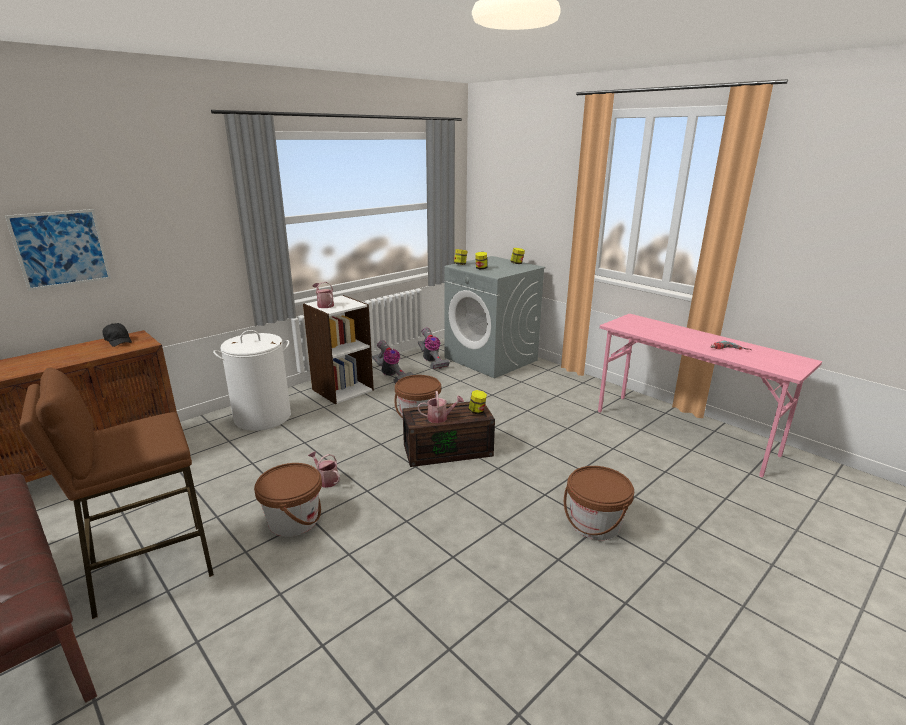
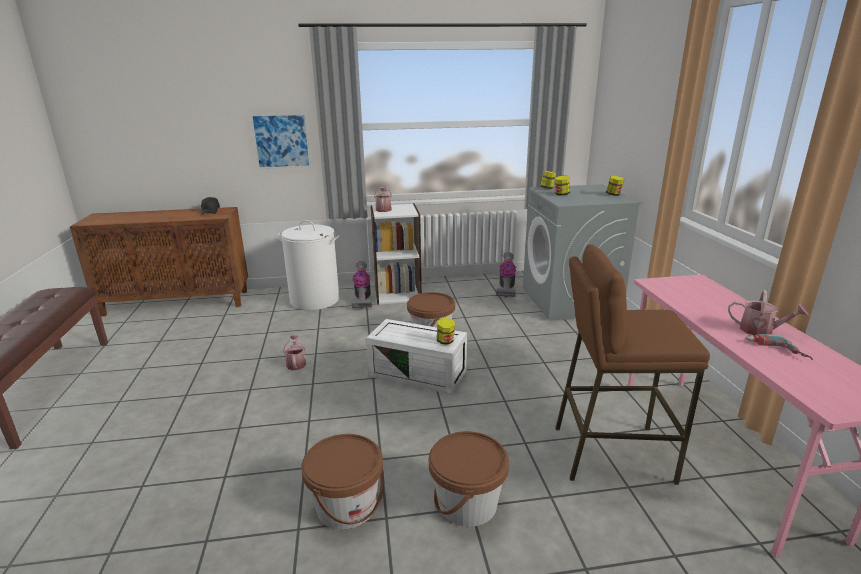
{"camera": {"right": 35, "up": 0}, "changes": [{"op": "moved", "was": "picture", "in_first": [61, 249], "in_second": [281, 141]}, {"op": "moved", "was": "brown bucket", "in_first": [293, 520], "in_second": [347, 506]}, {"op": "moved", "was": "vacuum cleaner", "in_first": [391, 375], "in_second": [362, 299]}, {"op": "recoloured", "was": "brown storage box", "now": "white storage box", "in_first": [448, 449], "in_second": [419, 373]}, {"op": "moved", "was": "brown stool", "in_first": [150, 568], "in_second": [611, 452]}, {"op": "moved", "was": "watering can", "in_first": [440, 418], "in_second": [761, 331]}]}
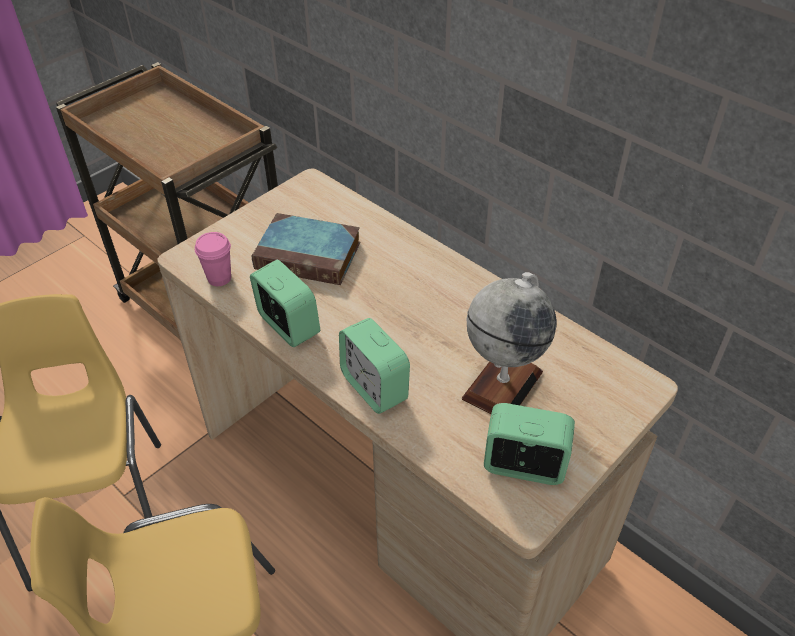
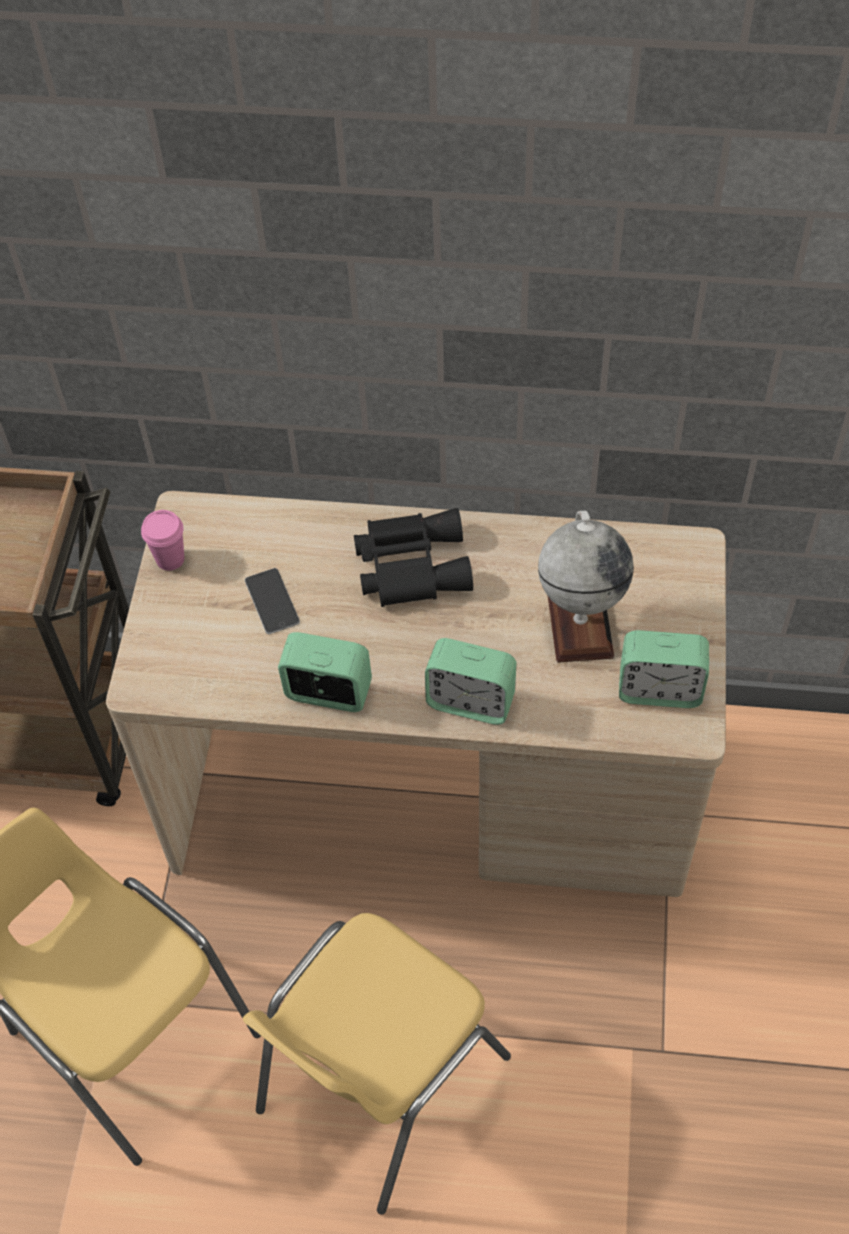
{"camera": {"right": -35, "up": 10}, "changes": [{"op": "moved", "was": "pink cup", "in_first": [219, 278], "in_second": [170, 559]}, {"op": "replaced", "was": "book", "now": "phone", "in_first": [310, 255], "in_second": [272, 601]}, {"op": "added", "now": "black binoculars", "in_second": [410, 564]}, {"op": "turned", "was": "alarm clock", "in_first": [524, 466], "in_second": [659, 689], "clockwise": -150}]}
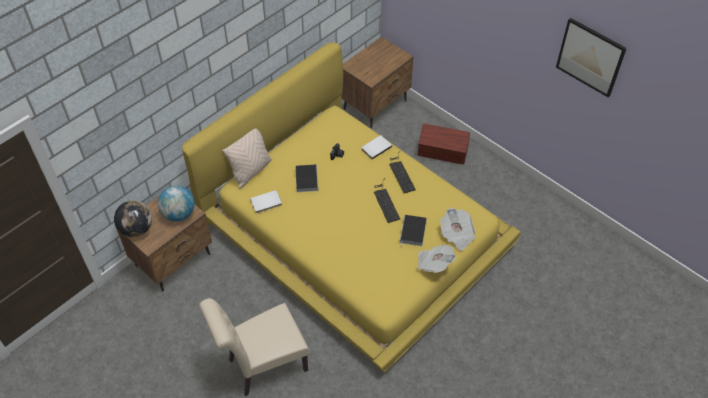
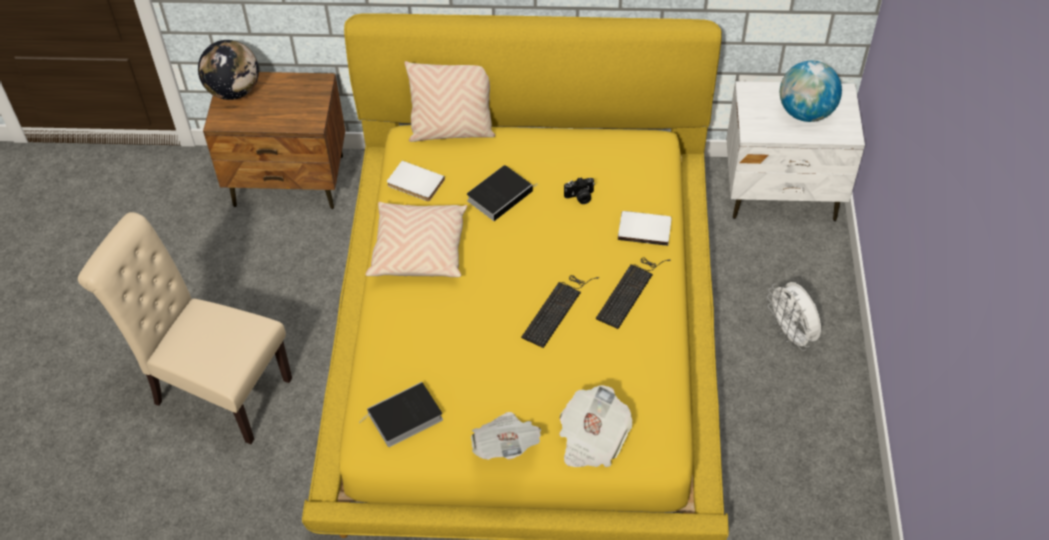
{"camera": {"right": 50, "up": 0}, "changes": [{"op": "moved", "was": "book", "in_first": [413, 233], "in_second": [404, 418]}, {"op": "added", "now": "beige pillow", "in_second": [419, 250]}, {"op": "recoloured", "was": "brown nightstand", "now": "white nightstand", "in_first": [375, 104], "in_second": [782, 193]}, {"op": "replaced", "was": "brown storage box", "now": "white fan", "in_first": [443, 153], "in_second": [791, 334]}, {"op": "moved", "was": "globe", "in_first": [179, 214], "in_second": [805, 112]}, {"op": "removed", "was": "picture", "in_first": [590, 57]}]}
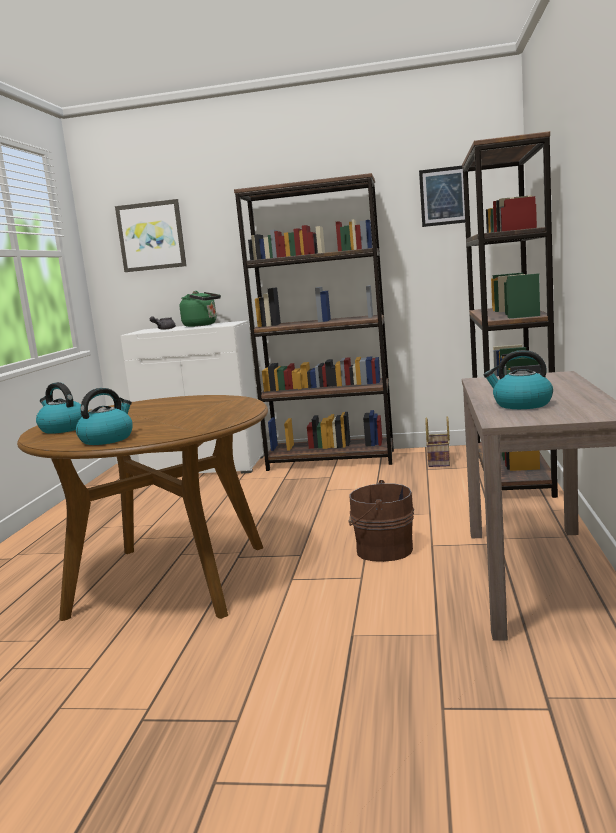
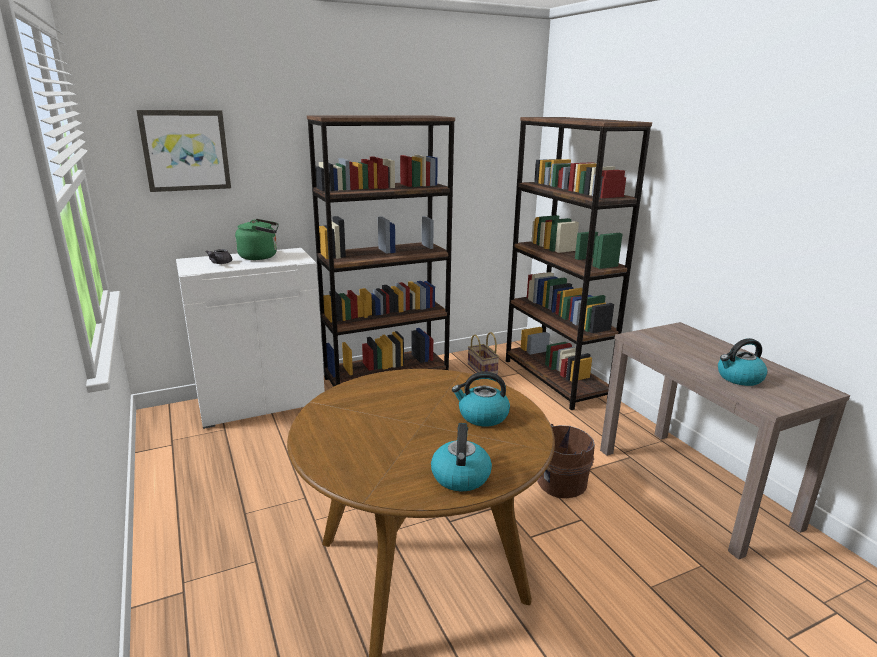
{"camera": {"right": -35, "up": 10}, "changes": [{"op": "moved", "was": "kettle", "in_first": [63, 429], "in_second": [482, 416]}, {"op": "removed", "was": "picture", "in_first": [444, 196]}]}
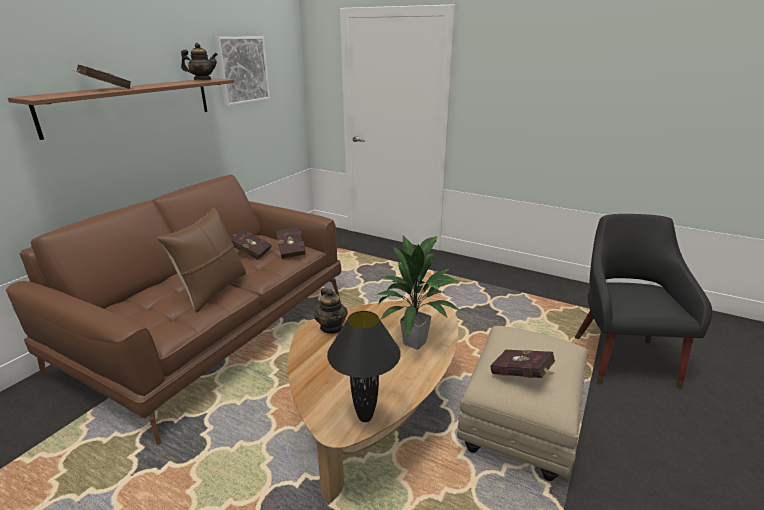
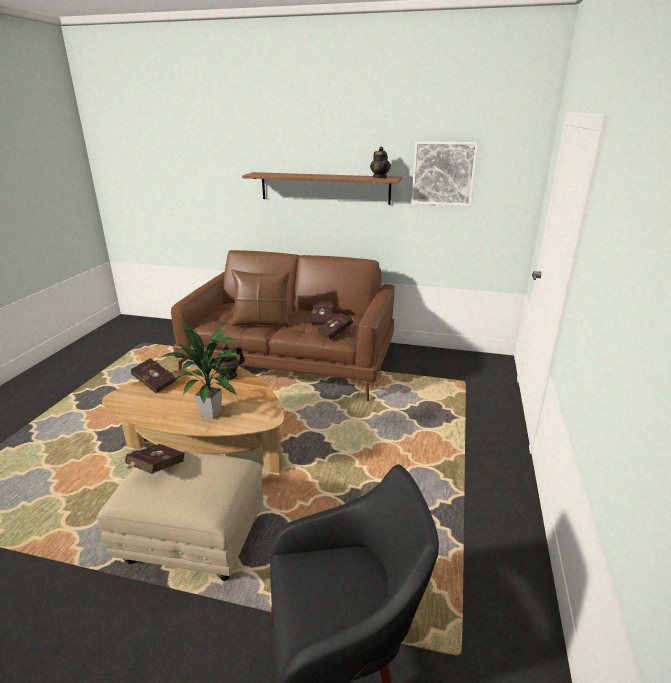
{"camera": {"right": 75, "up": 0}, "changes": [{"op": "moved", "was": "red book", "in_first": [104, 89], "in_second": [154, 383]}, {"op": "removed", "was": "black table lamp", "in_first": [365, 417]}]}
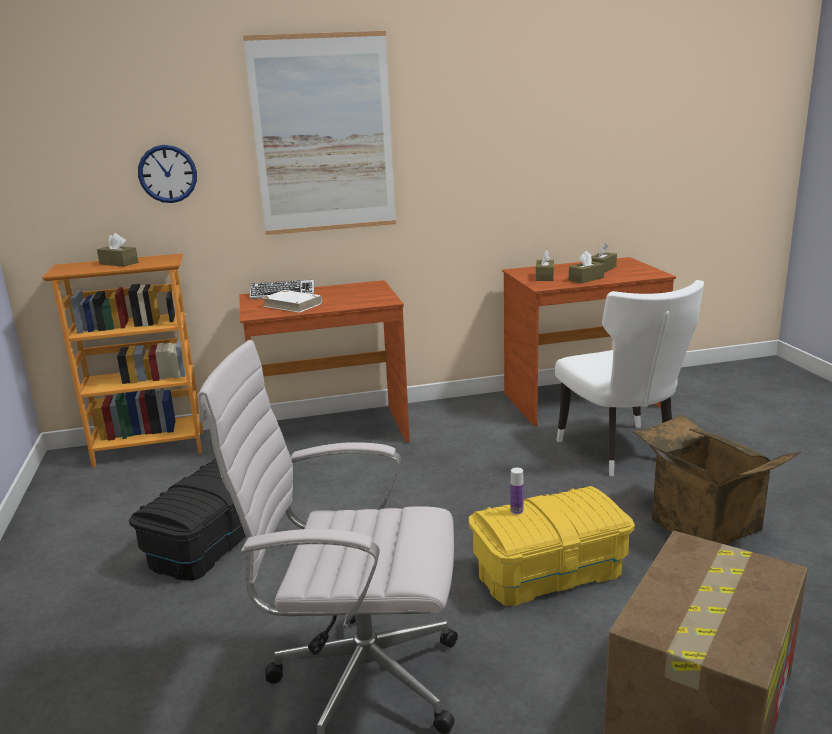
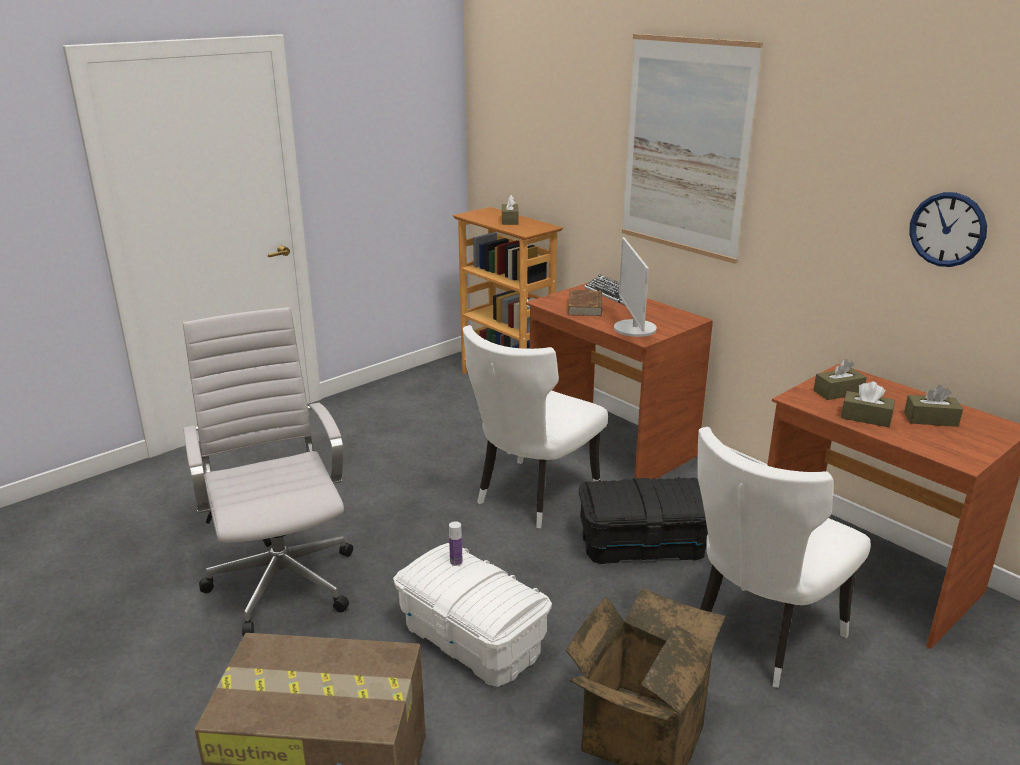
{"camera": {"right": 60, "up": 5}, "changes": [{"op": "recoloured", "was": "yellow storage box", "now": "white storage box", "in_first": [549, 572], "in_second": [472, 638]}, {"op": "added", "now": "white chair", "in_second": [531, 496]}, {"op": "recoloured", "was": "white book", "now": "brown book", "in_first": [292, 305], "in_second": [585, 307]}, {"op": "moved", "was": "black storage box", "in_first": [210, 541], "in_second": [643, 543]}, {"op": "added", "now": "monitor", "in_second": [634, 329]}, {"op": "moved", "was": "wall clock", "in_first": [167, 174], "in_second": [947, 229]}]}
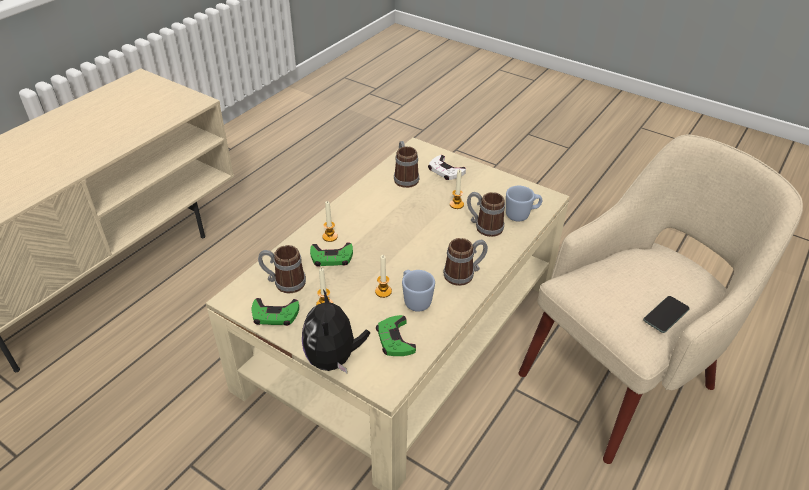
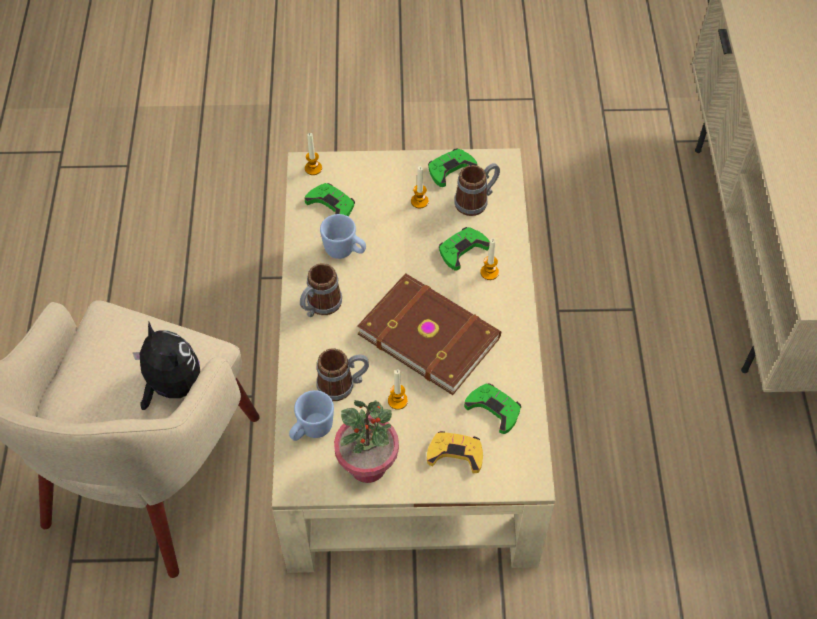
{"camera": {"right": 145, "up": 15}, "changes": [{"op": "moved", "was": "plush toy", "in_first": [334, 359], "in_second": [171, 386]}, {"op": "moved", "was": "candle", "in_first": [383, 291], "in_second": [313, 168]}, {"op": "added", "now": "potted plant", "in_second": [368, 465]}, {"op": "added", "now": "brown book", "in_second": [429, 334]}, {"op": "recoloured", "was": "white game controller", "now": "yellow game controller", "in_first": [445, 171], "in_second": [455, 453]}, {"op": "replaced", "was": "mug", "now": "green game controller", "in_first": [405, 177], "in_second": [494, 409]}, {"op": "removed", "was": "phone", "in_first": [666, 314]}]}
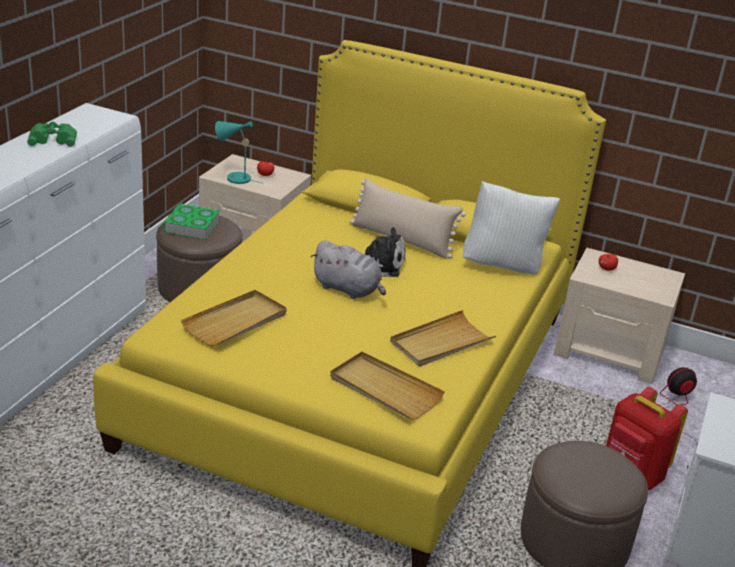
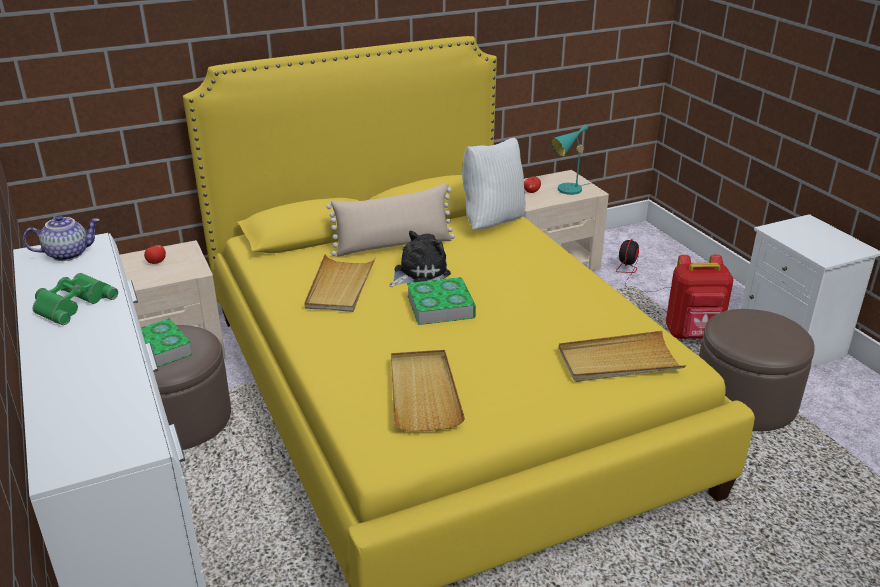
{"camera": {"right": -45, "up": 0}, "changes": [{"op": "added", "now": "teapot", "in_second": [68, 254]}, {"op": "moved", "was": "beige tray", "in_first": [441, 342], "in_second": [340, 286]}, {"op": "replaced", "was": "grey plush toy", "now": "book", "in_first": [348, 289], "in_second": [440, 306]}, {"op": "moved", "was": "turquoise table lamp", "in_first": [234, 178], "in_second": [567, 191]}]}
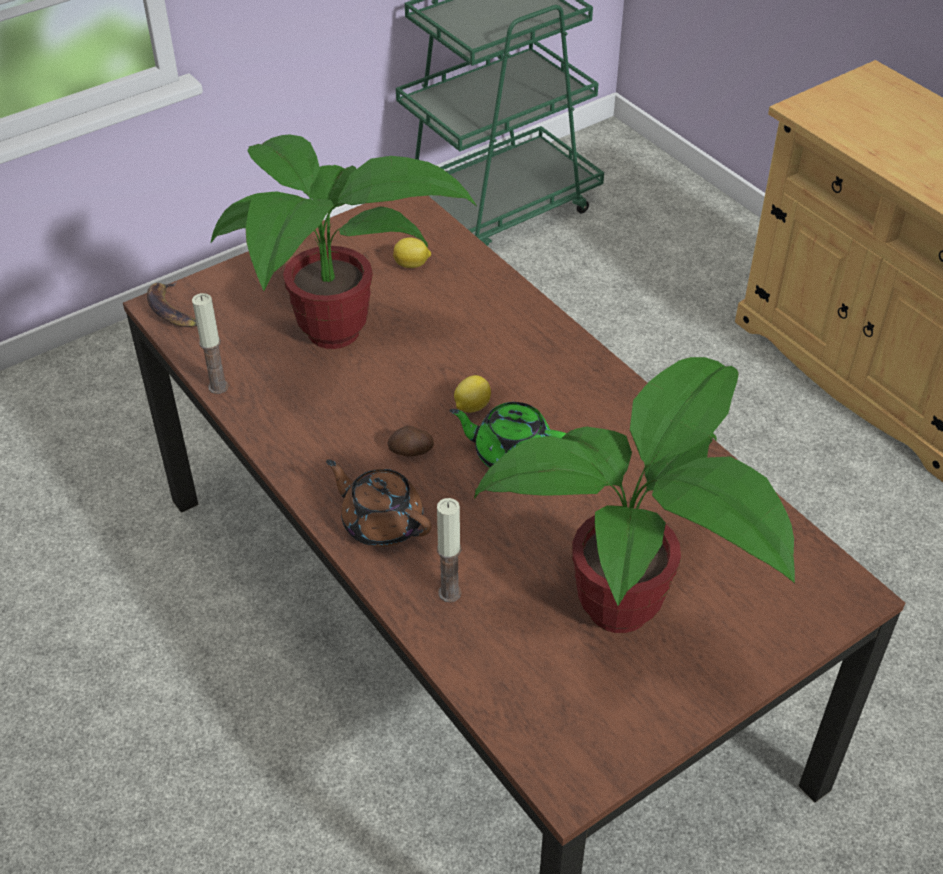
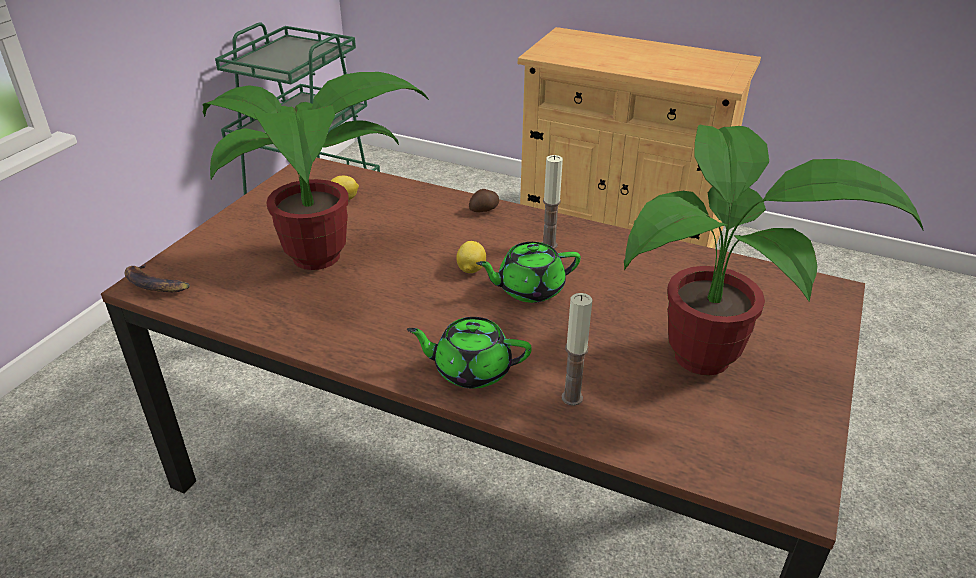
{"camera": {"right": -30, "up": -10}, "changes": [{"op": "recoloured", "was": "brown teapot", "now": "green teapot", "in_first": [381, 522], "in_second": [471, 370]}, {"op": "moved", "was": "potato", "in_first": [411, 451], "in_second": [484, 210]}, {"op": "moved", "was": "candle", "in_first": [218, 387], "in_second": [549, 245]}]}
